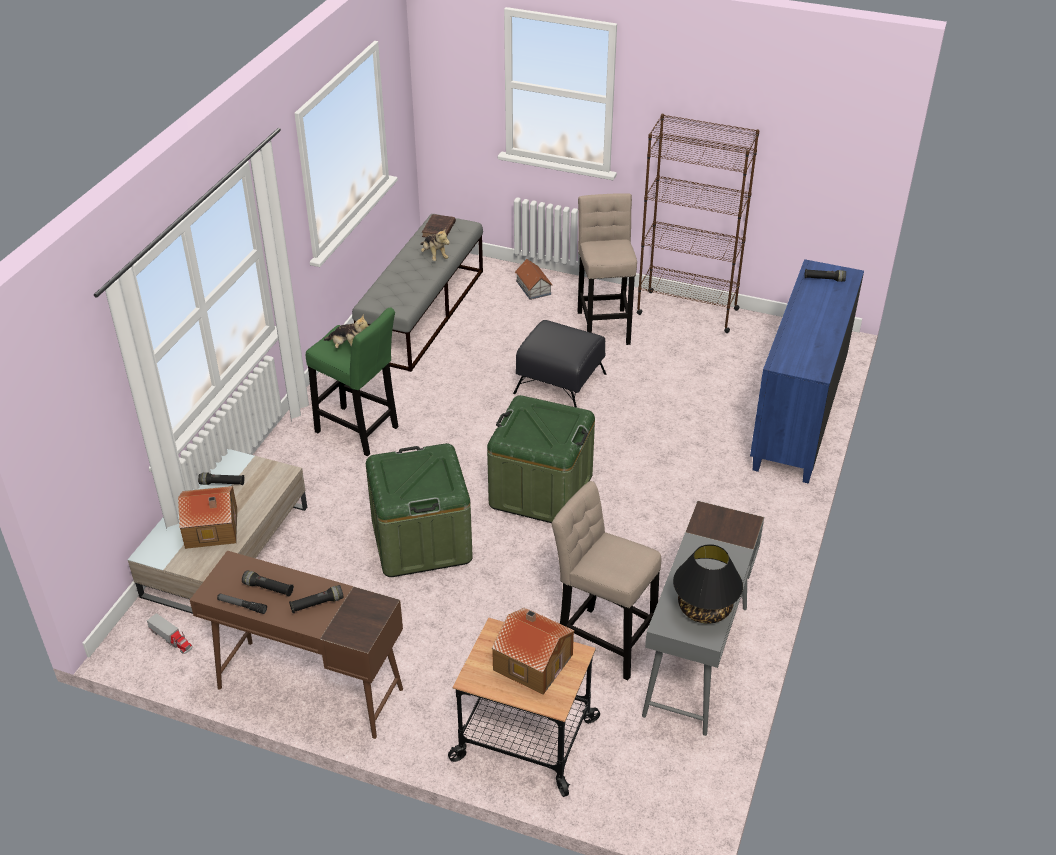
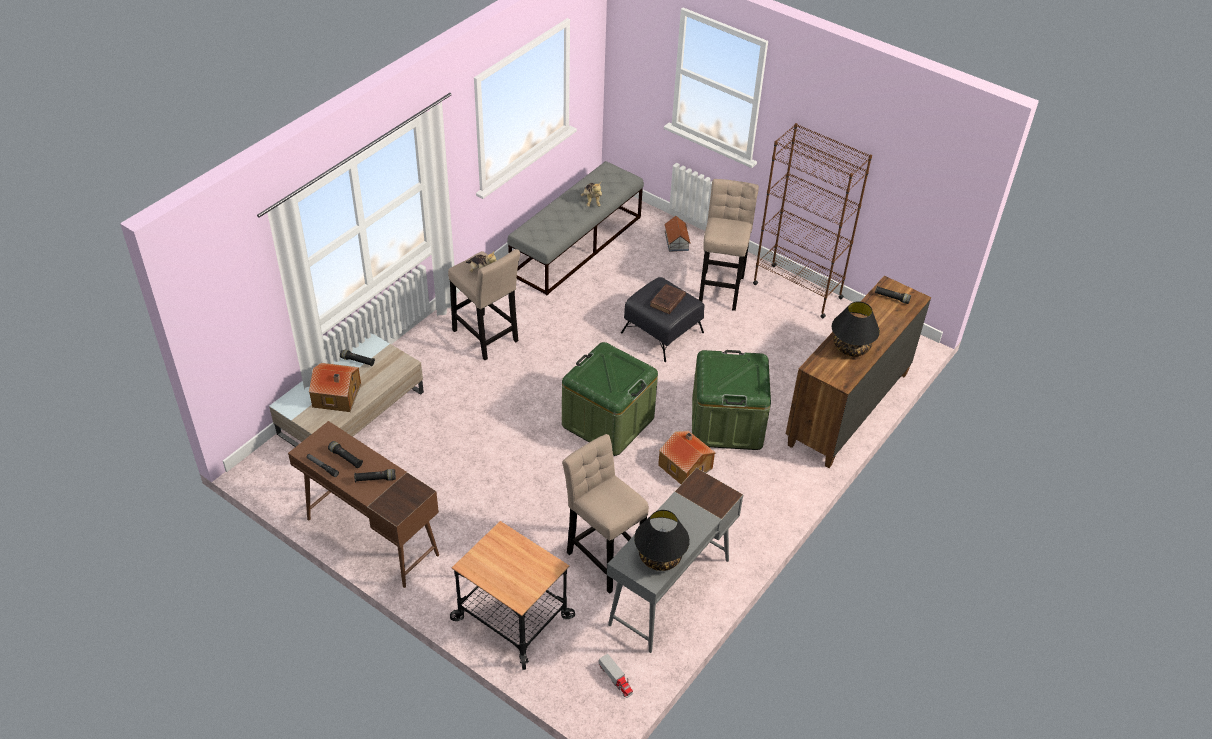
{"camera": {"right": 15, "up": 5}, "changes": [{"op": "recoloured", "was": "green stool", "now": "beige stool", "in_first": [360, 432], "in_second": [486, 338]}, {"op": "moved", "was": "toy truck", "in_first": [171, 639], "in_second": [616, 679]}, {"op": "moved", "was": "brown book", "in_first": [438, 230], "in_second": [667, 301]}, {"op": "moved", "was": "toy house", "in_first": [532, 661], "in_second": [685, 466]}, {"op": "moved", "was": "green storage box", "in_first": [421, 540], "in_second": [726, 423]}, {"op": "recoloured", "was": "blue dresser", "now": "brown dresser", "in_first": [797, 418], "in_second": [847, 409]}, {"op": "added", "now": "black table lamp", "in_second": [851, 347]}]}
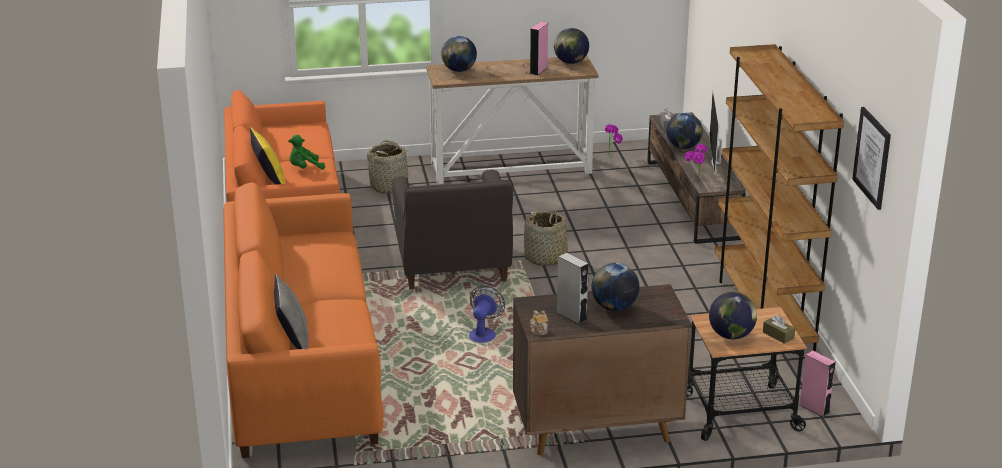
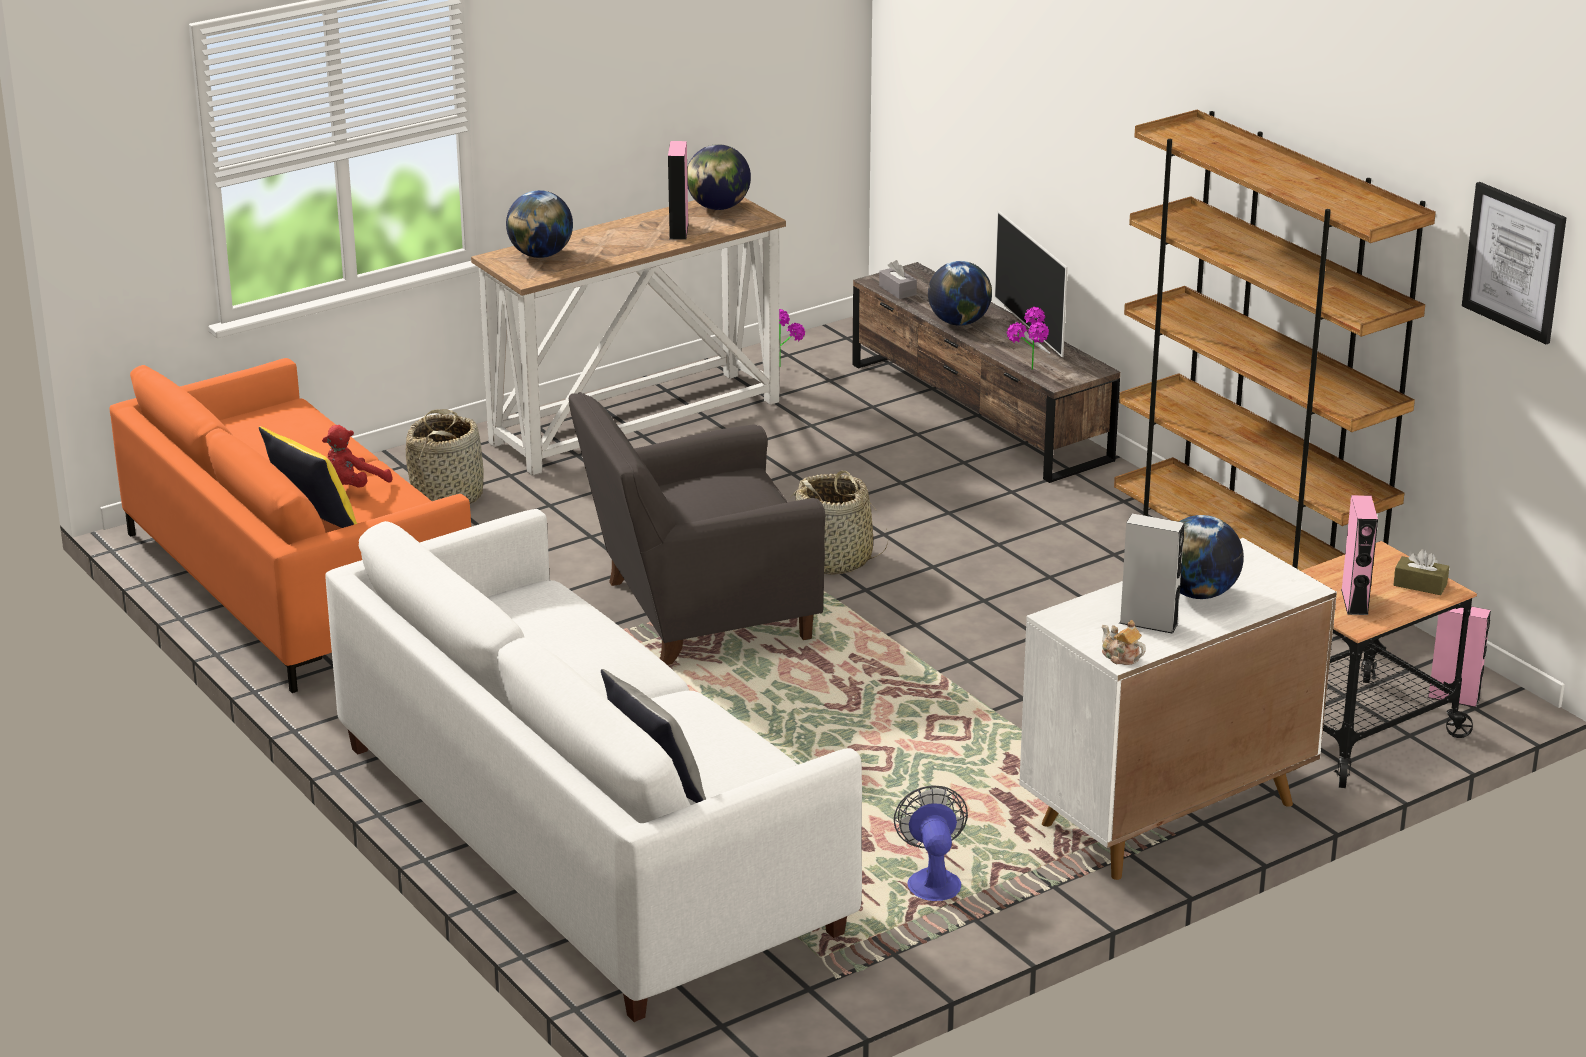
{"camera": {"right": -25, "up": 0}, "changes": [{"op": "recoloured", "was": "green plush toy", "now": "red plush toy", "in_first": [305, 168], "in_second": [352, 487]}, {"op": "recoloured", "was": "orange sofa", "now": "white sofa", "in_first": [302, 364], "in_second": [587, 837]}, {"op": "turned", "was": "grey armchair", "in_first": [453, 269], "in_second": [696, 613], "clockwise": 105}, {"op": "moved", "was": "fan", "in_first": [484, 333], "in_second": [932, 879]}, {"op": "recoloured", "was": "brown cabinet", "now": "white cabinet", "in_first": [595, 429], "in_second": [1165, 815]}, {"op": "replaced", "was": "globe", "now": "pink speaker", "in_first": [731, 335], "in_second": [1354, 601]}]}
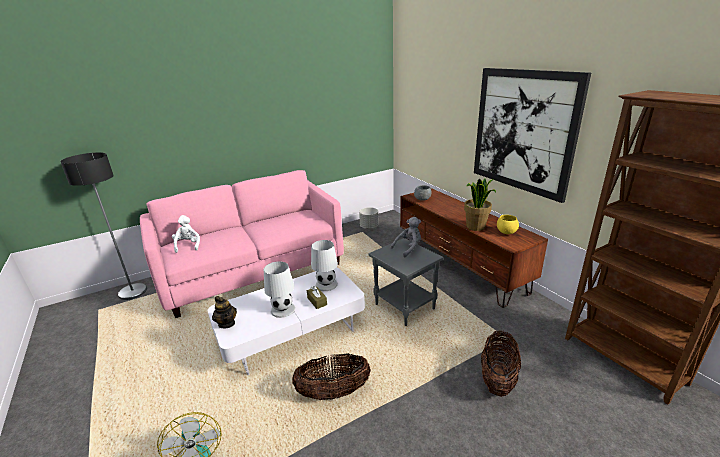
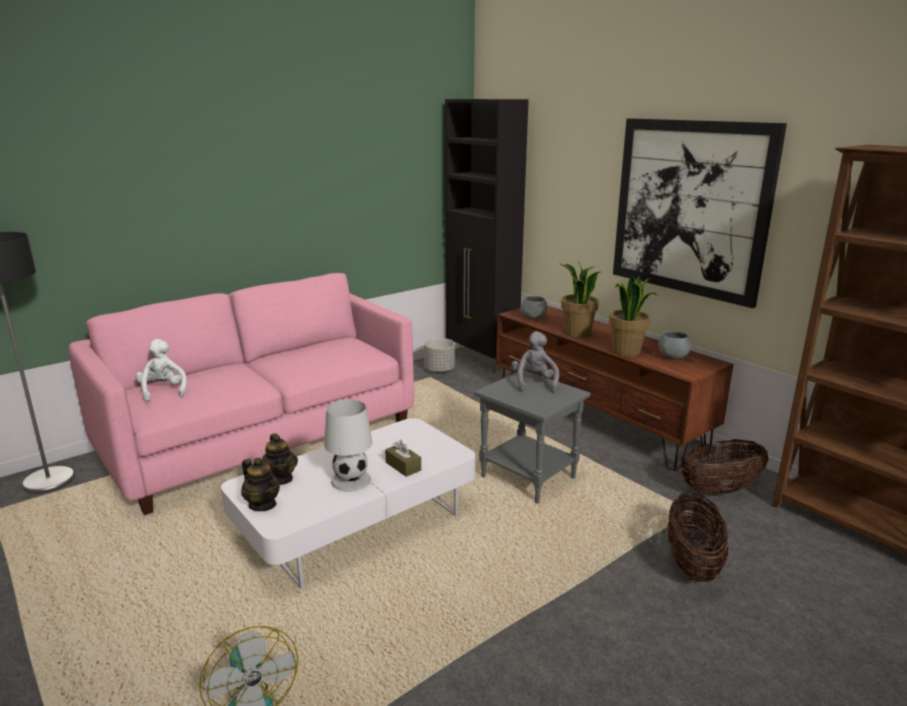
{"camera": {"right": -10, "up": -5}, "changes": [{"op": "added", "now": "teapot", "in_second": [280, 478]}, {"op": "added", "now": "black cabinet", "in_second": [481, 360]}, {"op": "turned", "was": "grey plush toy", "in_first": [408, 248], "in_second": [534, 383], "clockwise": -45}, {"op": "added", "now": "potted plant", "in_second": [577, 333]}, {"op": "recoloured", "was": "yellow bowl", "now": "grey bowl", "in_first": [506, 232], "in_second": [673, 357]}, {"op": "moved", "was": "basket", "in_first": [333, 392], "in_second": [720, 490]}, {"op": "removed", "was": "white table lamp", "in_first": [326, 284]}]}
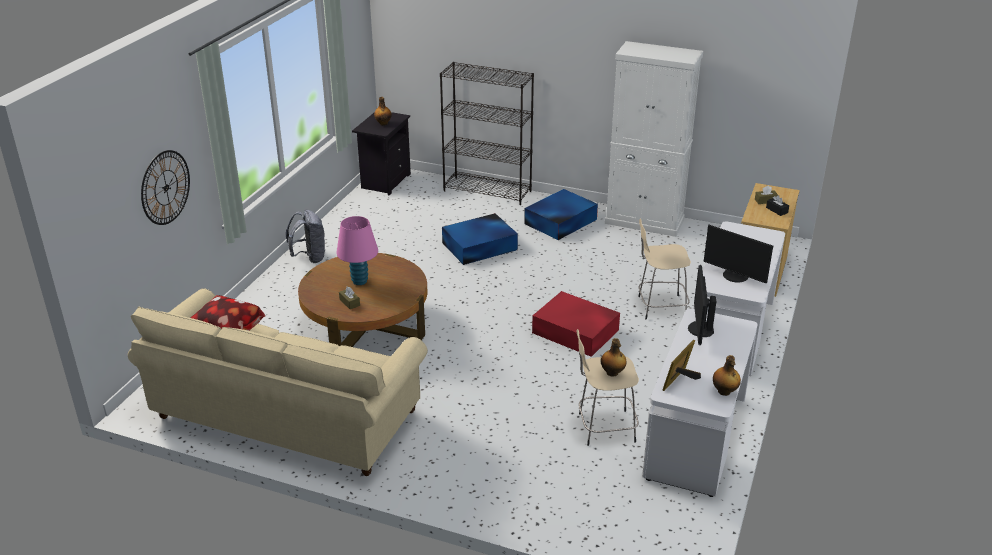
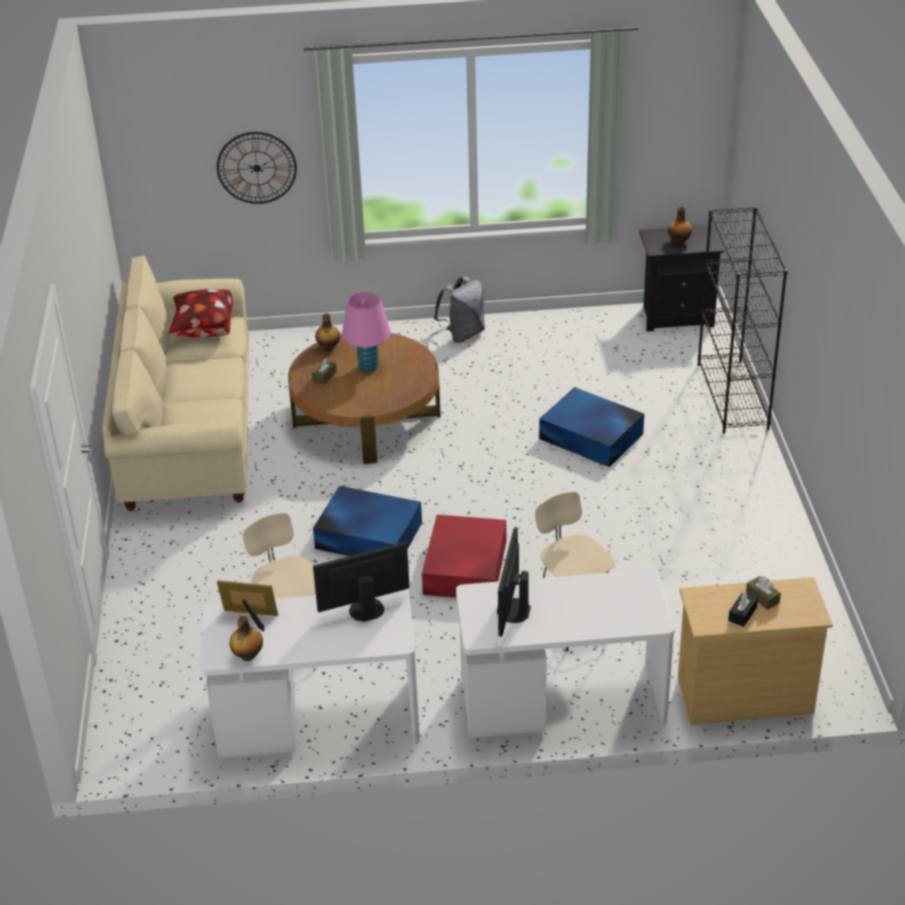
{"camera": {"right": 65, "up": 5}, "changes": [{"op": "moved", "was": "blue storage box", "in_first": [559, 222], "in_second": [367, 535]}, {"op": "moved", "was": "bottle", "in_first": [612, 373], "in_second": [328, 348]}, {"op": "removed", "was": "white cabinet", "in_first": [644, 222]}]}
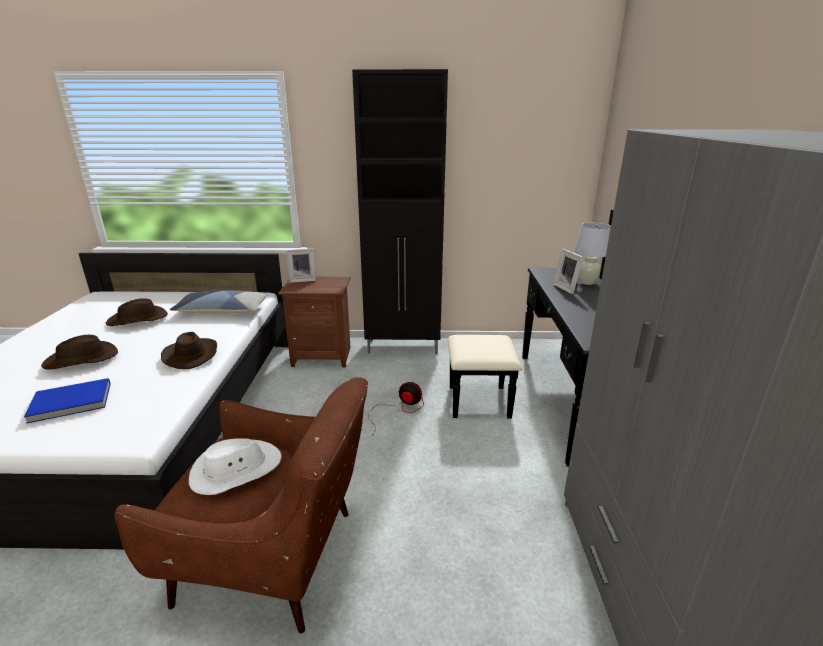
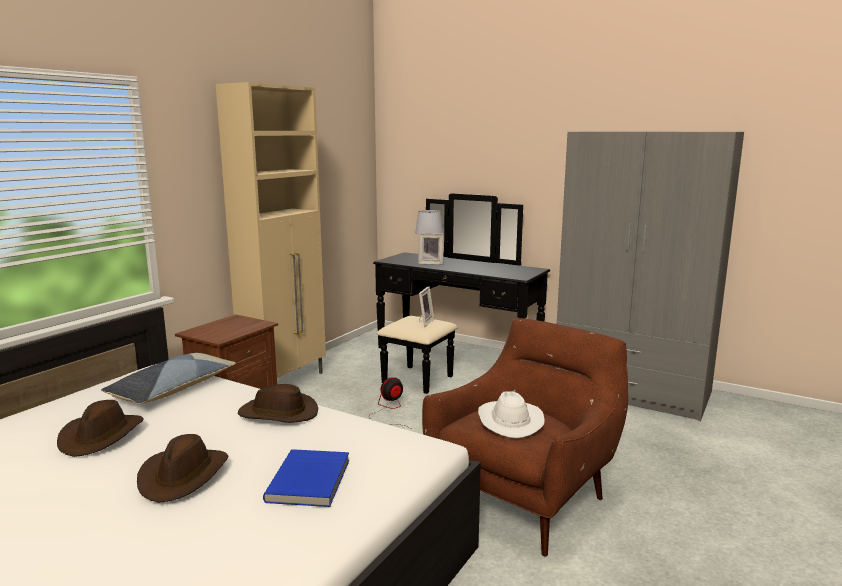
{"camera": {"right": -60, "up": -10}, "changes": [{"op": "recoloured", "was": "black cabinet", "now": "beige cabinet", "in_first": [404, 347], "in_second": [286, 382]}, {"op": "moved", "was": "picture frame", "in_first": [303, 280], "in_second": [424, 322]}]}
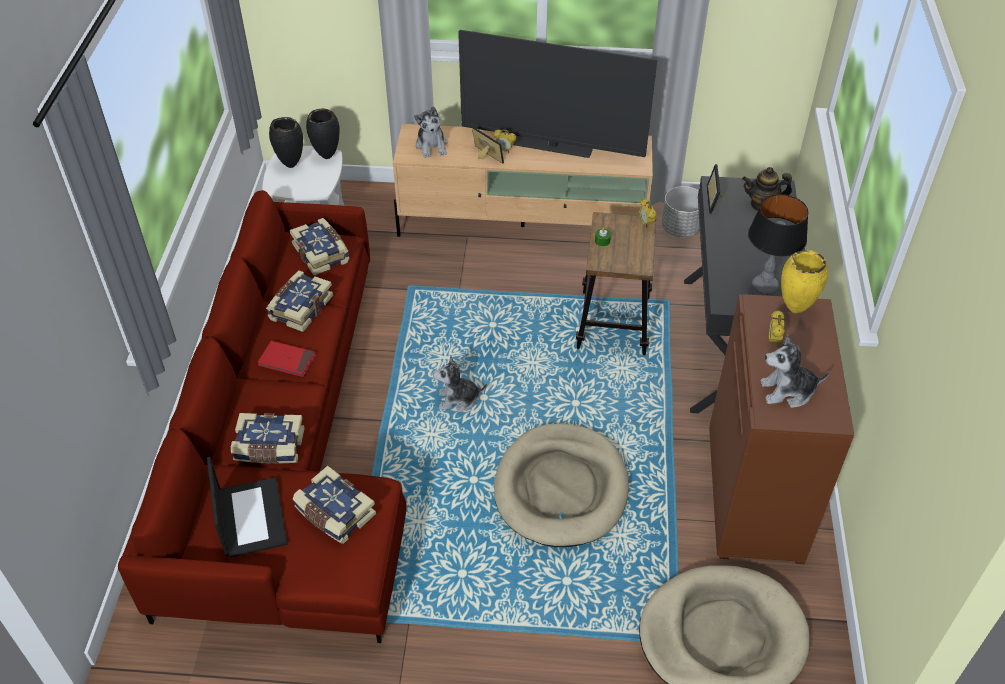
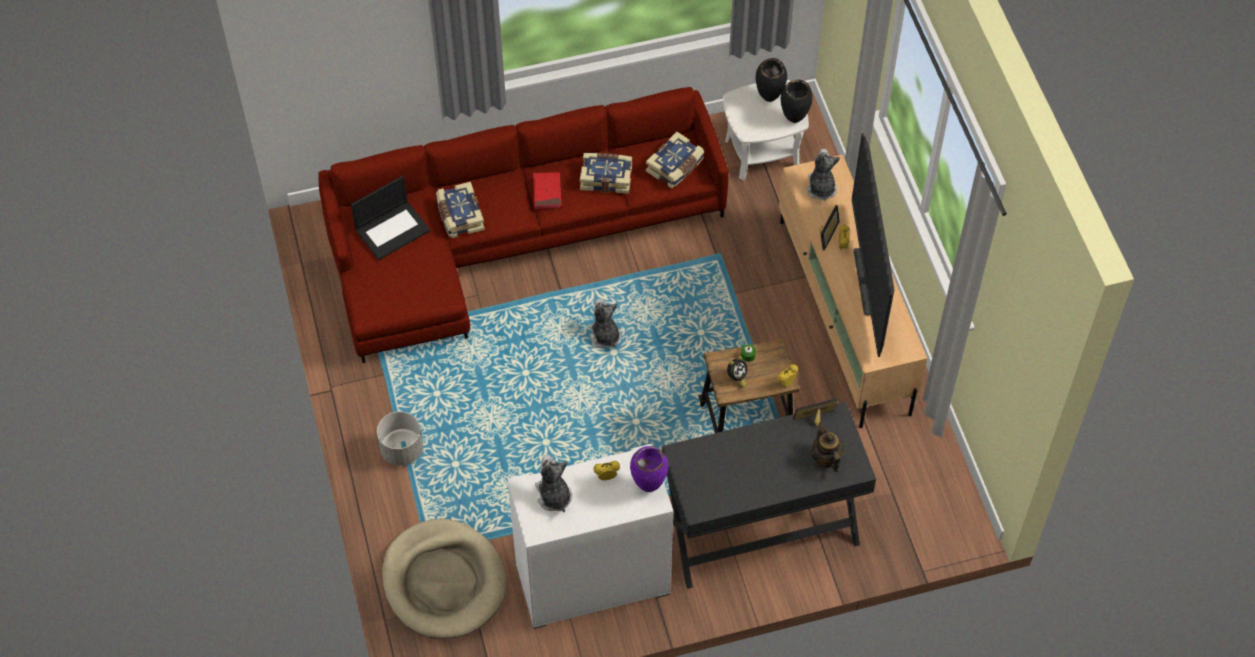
{"camera": {"right": 70, "up": 10}, "changes": [{"op": "moved", "was": "grey planter", "in_first": [680, 228], "in_second": [402, 450]}, {"op": "recoloured", "was": "brown cabinet", "now": "white cabinet", "in_first": [756, 494], "in_second": [592, 580]}, {"op": "recoloured", "was": "yellow vase", "now": "purple vase", "in_first": [794, 309], "in_second": [649, 486]}, {"op": "added", "now": "alarm clock", "in_second": [736, 378]}, {"op": "turned", "was": "plush toy", "in_first": [431, 146], "in_second": [821, 188], "clockwise": 120}, {"op": "removed", "was": "book", "in_first": [334, 513]}, {"op": "removed", "was": "beige dog bed", "in_first": [561, 488]}, {"op": "removed", "was": "table lamp", "in_first": [765, 287]}]}
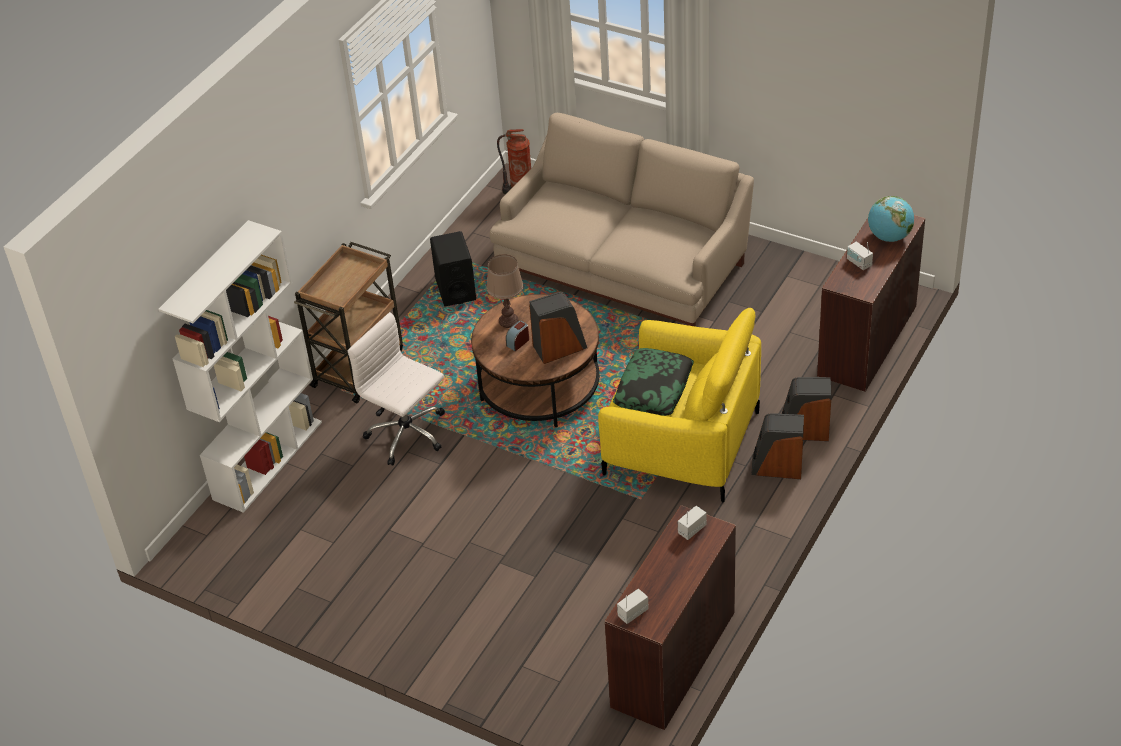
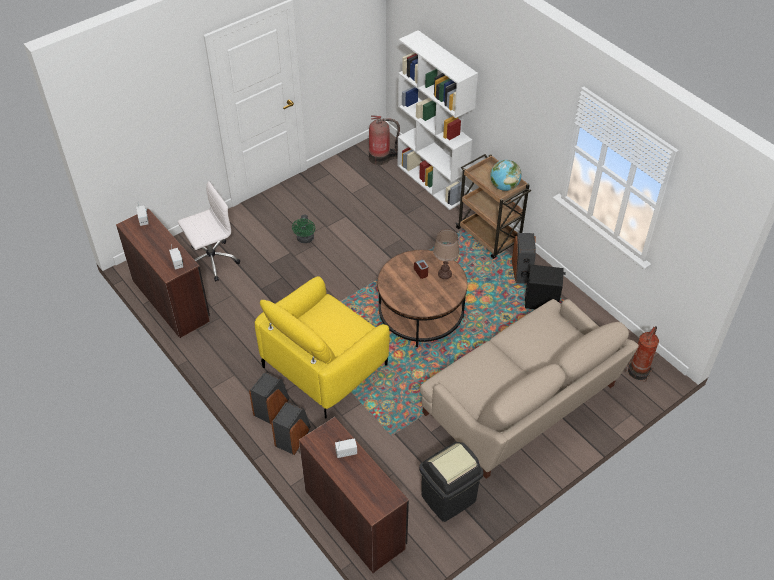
{"camera": {"right": 110, "up": 5}, "changes": [{"op": "moved", "was": "white office chair", "in_first": [408, 435], "in_second": [211, 261]}, {"op": "added", "now": "green fan", "in_second": [305, 239]}, {"op": "added", "now": "fire extinguisher", "in_second": [381, 158]}, {"op": "added", "now": "black trash can", "in_second": [448, 498]}, {"op": "moved", "was": "globe", "in_first": [889, 237], "in_second": [504, 186]}, {"op": "moved", "was": "speaker", "in_first": [559, 347], "in_second": [522, 271]}, {"op": "removed", "was": "pillow", "in_first": [654, 389]}]}
